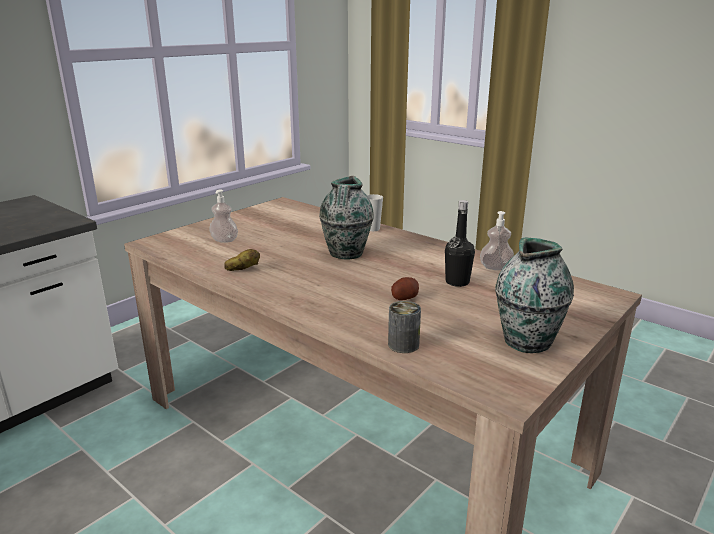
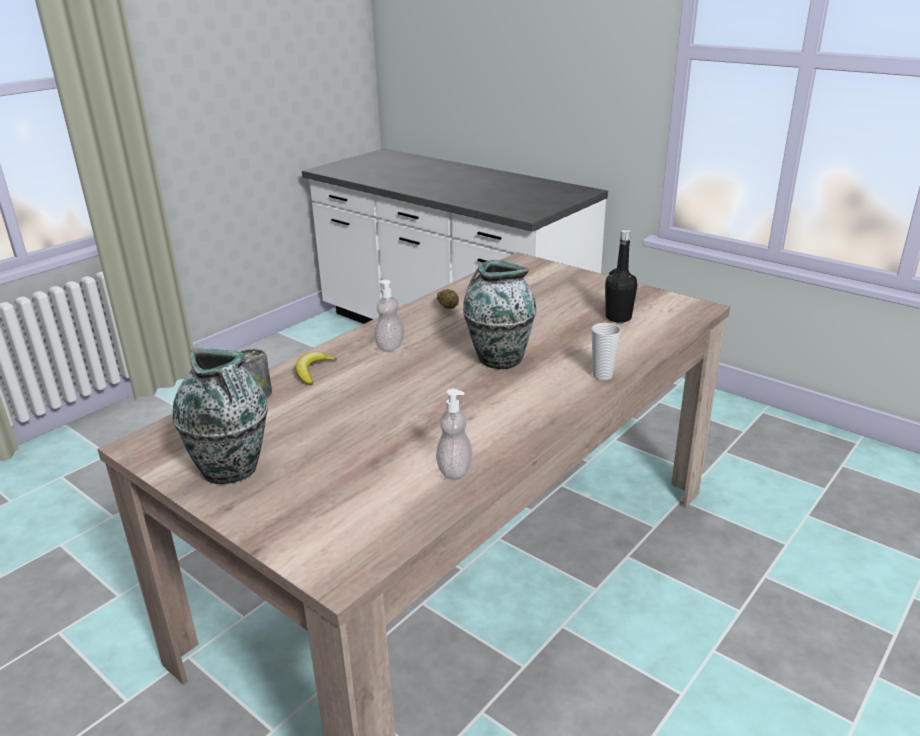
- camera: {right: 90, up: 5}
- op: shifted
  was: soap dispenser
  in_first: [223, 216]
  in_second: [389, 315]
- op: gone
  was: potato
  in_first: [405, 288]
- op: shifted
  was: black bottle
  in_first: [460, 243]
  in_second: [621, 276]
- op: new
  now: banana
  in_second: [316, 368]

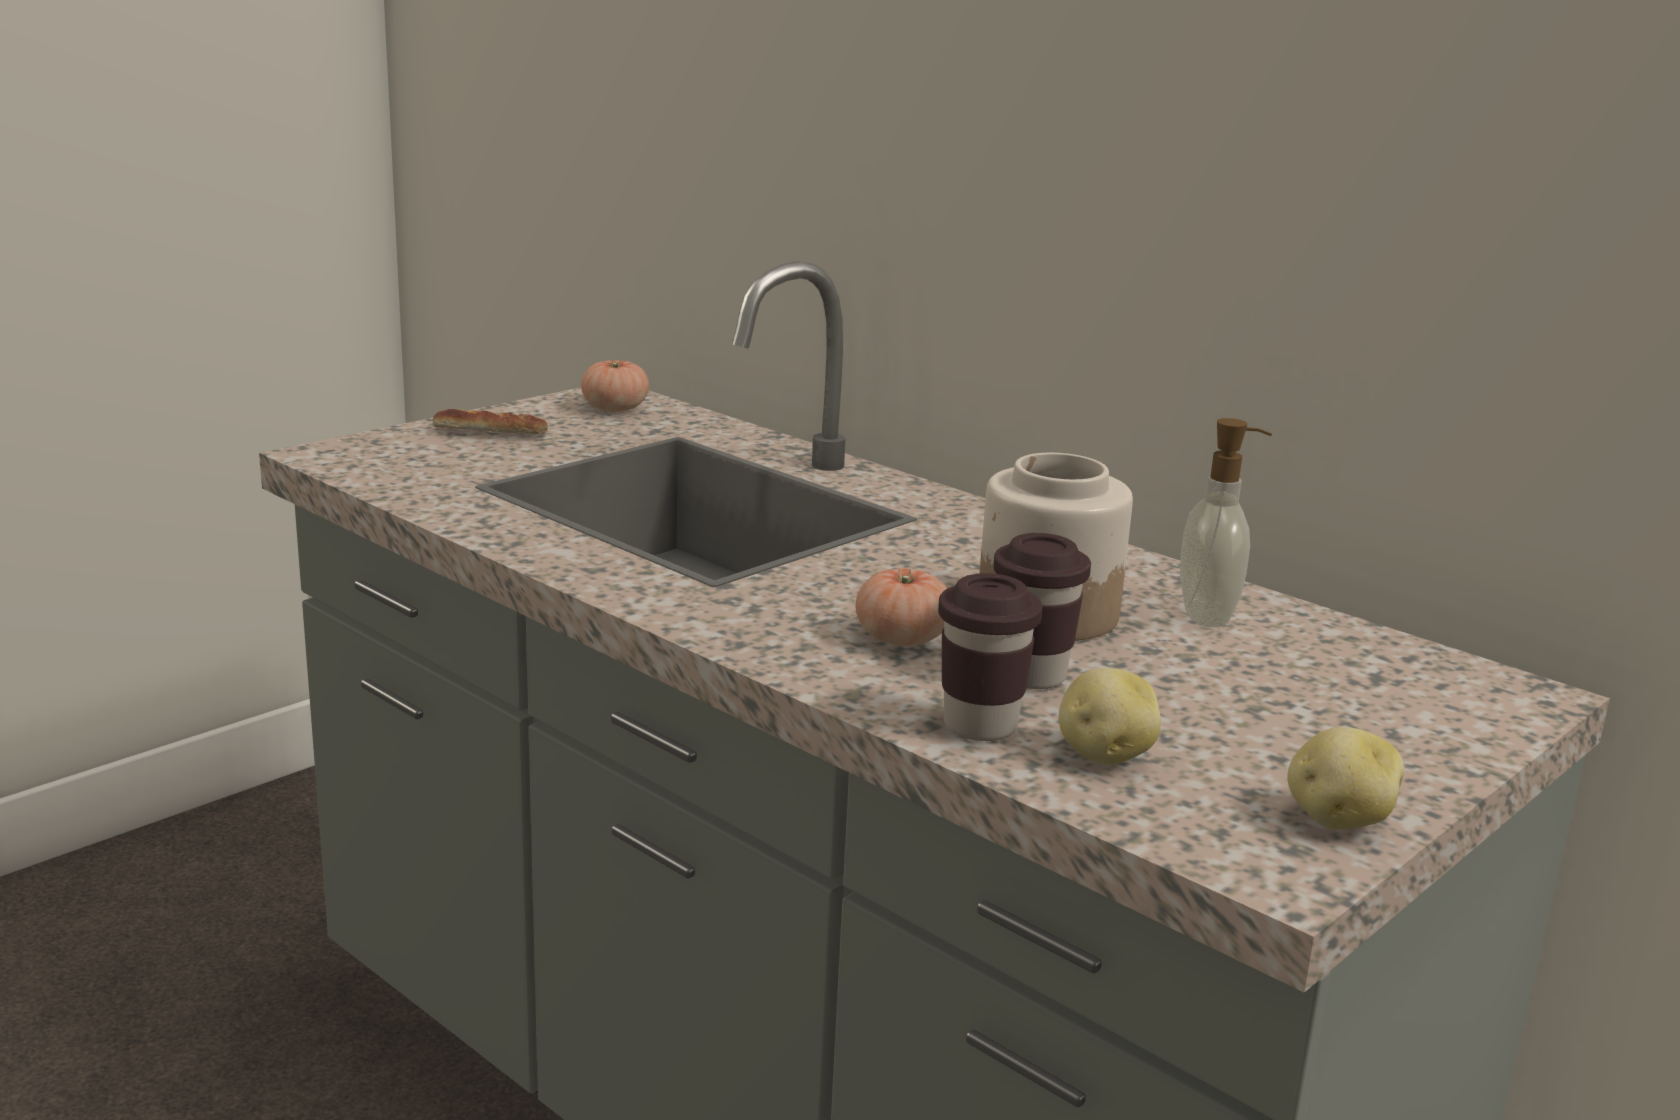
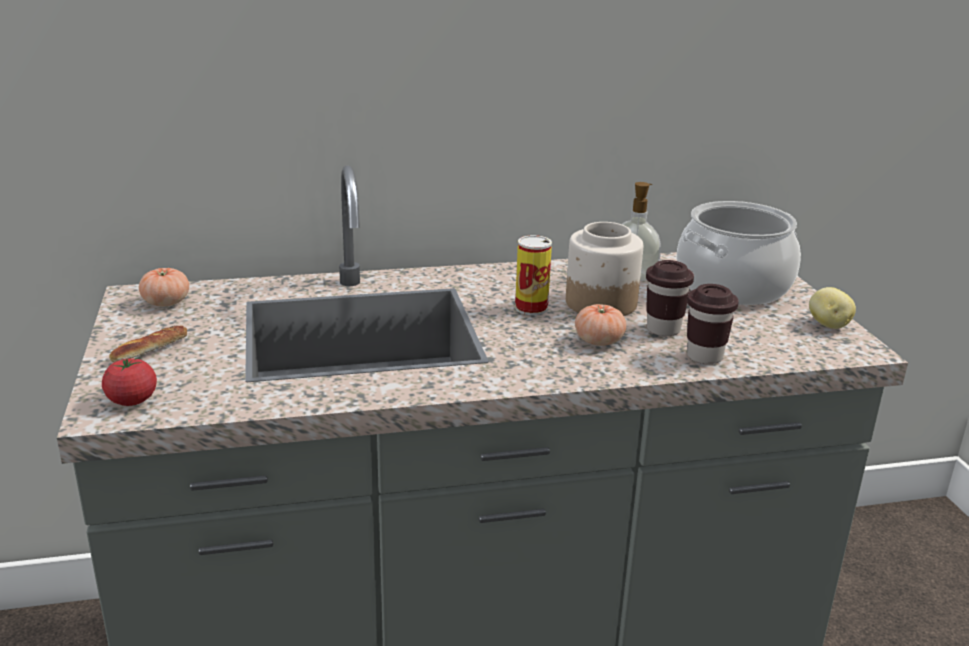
- camera: {right: -55, up: 5}
- op: gone
  was: potato
  in_first: [1110, 716]
- op: new
  now: tomato
  in_second: [129, 381]
- op: new
  now: can
  in_second: [533, 275]
- op: new
  now: cooking pot
  in_second: [738, 253]

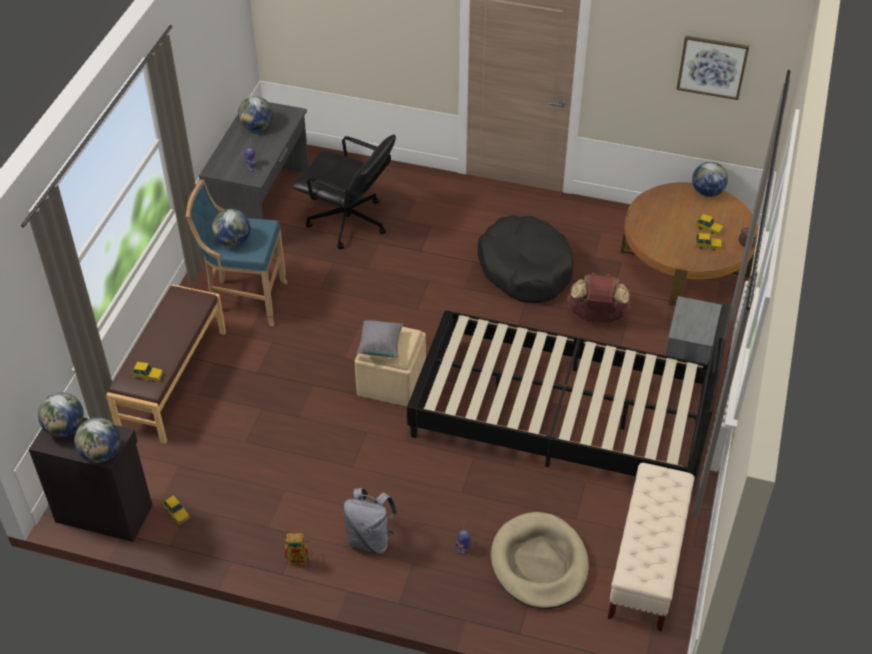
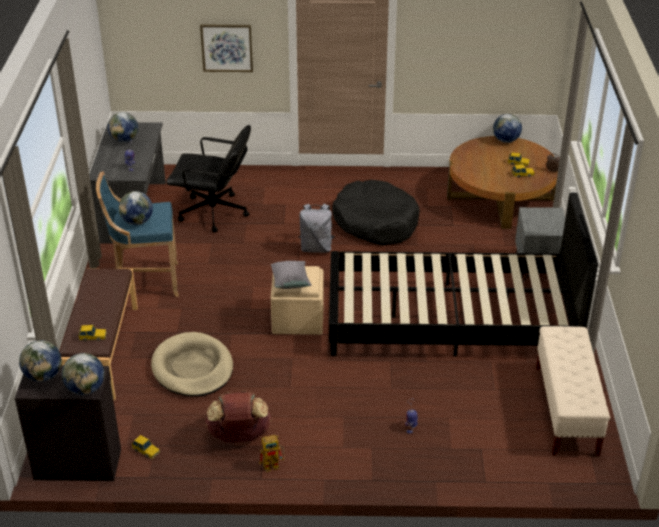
- camera: {right: -15, up: -10}
- op: shifted
  was: grey backpack
  in_first: [370, 520]
  in_second: [316, 228]
- op: shifted
  was: beige dog bed
  in_first: [540, 560]
  in_second: [192, 364]
- op: shifted
  was: brown backpack
  in_first: [599, 298]
  in_second: [238, 416]
- op: shifted
  was: picture
  in_first: [712, 68]
  in_second: [226, 48]

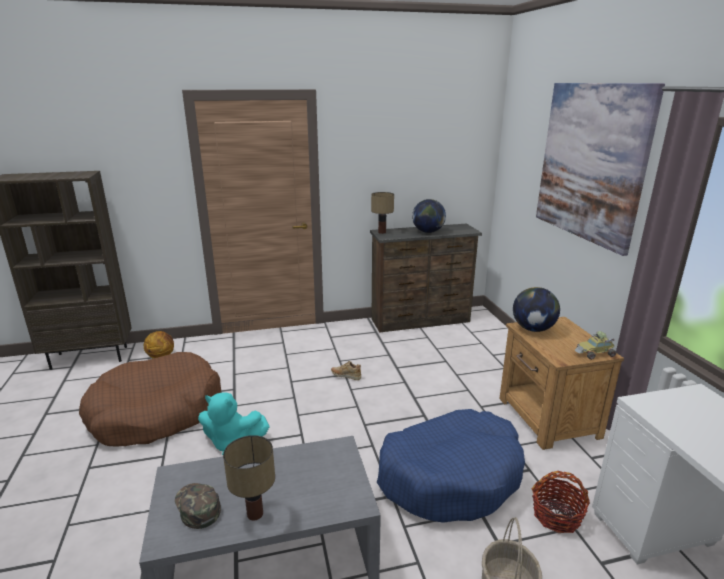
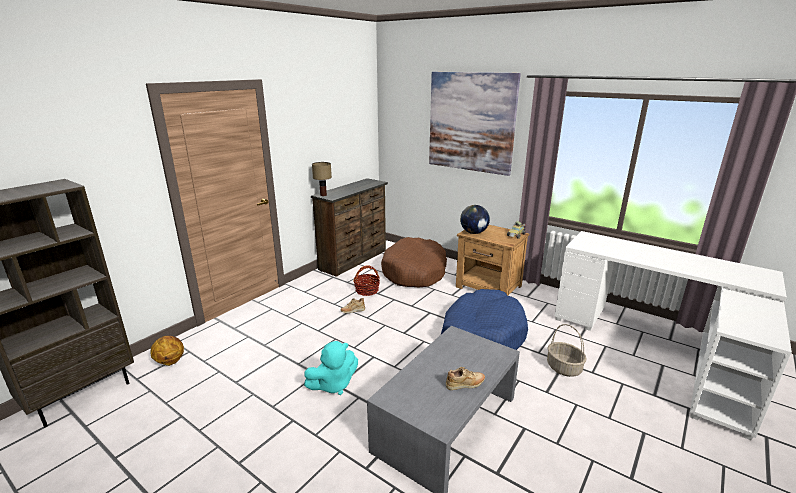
- camera: {right: -40, up: 0}
- op: shifted
  was: brown dog bed
  in_first: [150, 399]
  in_second: [414, 262]
- op: gone
  was: green cap
  in_first: [198, 506]
- op: swapped
  was: table lamp
  now: beige shoe
  in_first: [249, 477]
  in_second: [465, 378]
- op: gone
  was: globe
  in_first: [429, 216]
- op: shifted
  was: basket
  in_first: [561, 502]
  in_second: [367, 280]

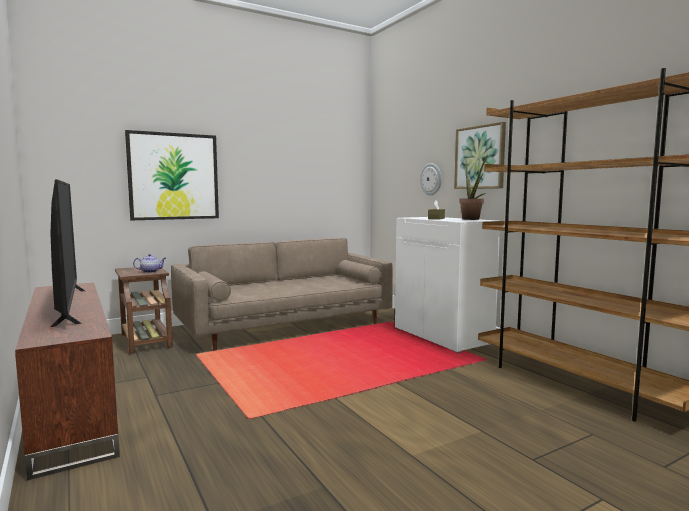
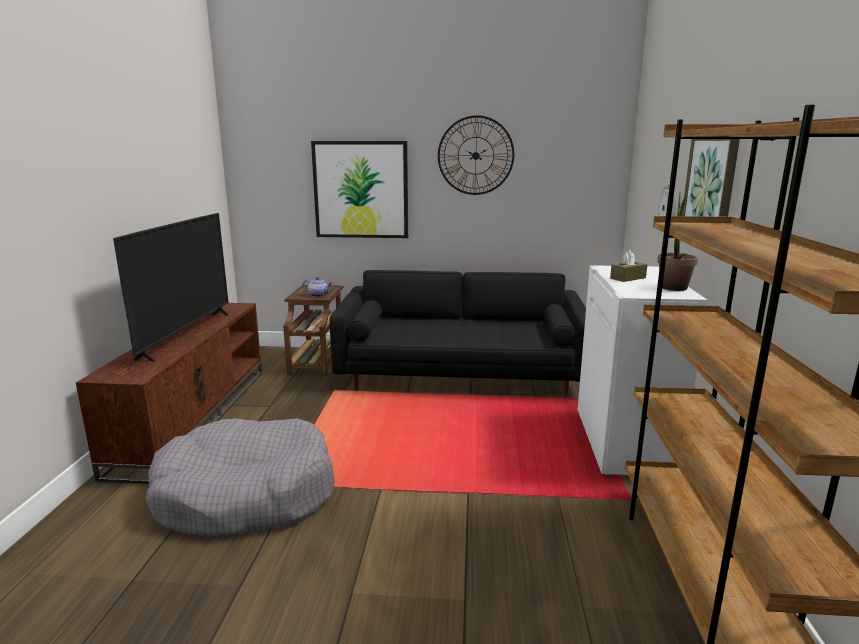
- camera: {right: 35, up: 10}
- op: repainted
  was: beige sofa
  now: black sofa
  in_first: [282, 294]
  in_second: [458, 333]
- op: new
  now: grey dog bed
  in_second: [240, 478]
- op: new
  now: wall clock
  in_second: [476, 155]

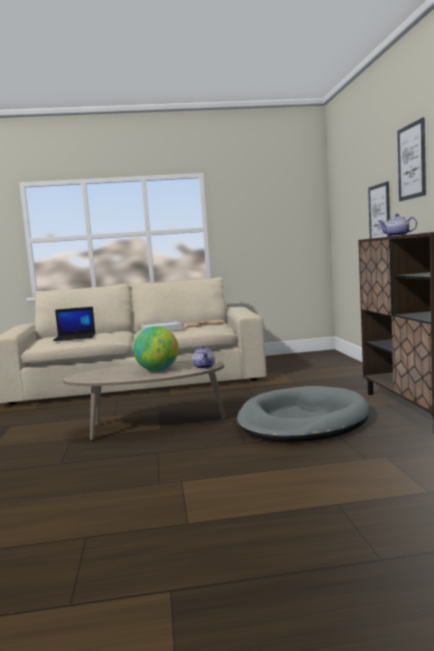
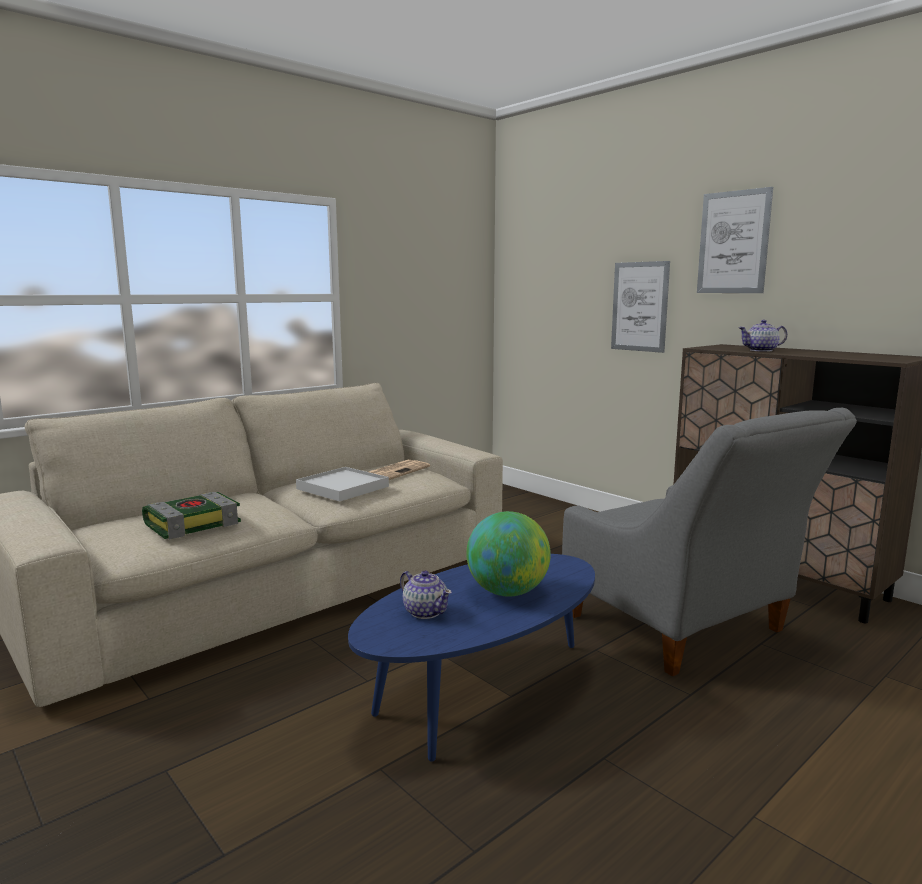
- camera: {right: -35, up: 5}
- op: swapped
  was: laptop
  now: book
  in_first: [74, 324]
  in_second: [191, 516]
- op: repainted
  was: beige coffee table
  now: blue coffee table
  in_first: [144, 400]
  in_second: [471, 658]
- op: shifted
  was: teapot
  in_first: [203, 357]
  in_second: [426, 594]
- op: swapped
  was: grey dog bed
  now: grey armchair
  in_first: [303, 414]
  in_second: [709, 542]

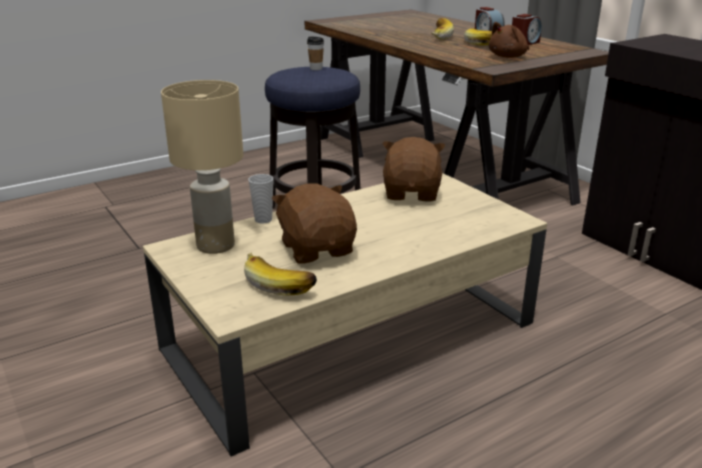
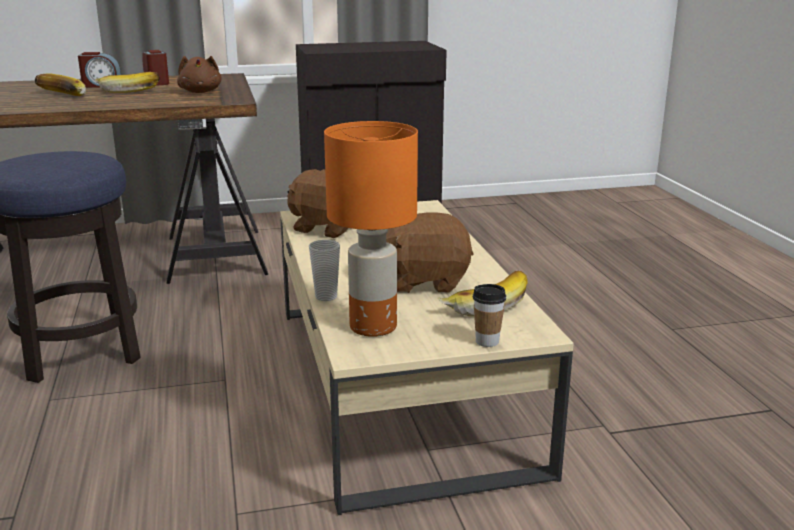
- camera: {right: -70, up: -5}
- op: repainted
  was: beige table lamp
  now: orange table lamp
  in_first: [202, 167]
  in_second: [371, 229]
- op: shifted
  was: cup
  in_first: [315, 53]
  in_second: [489, 315]

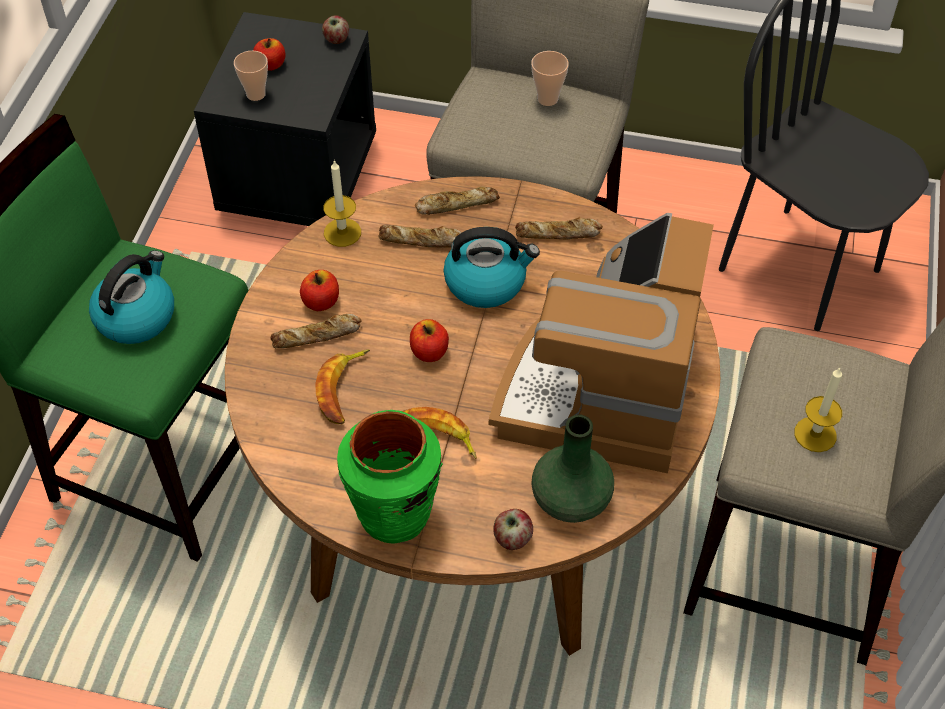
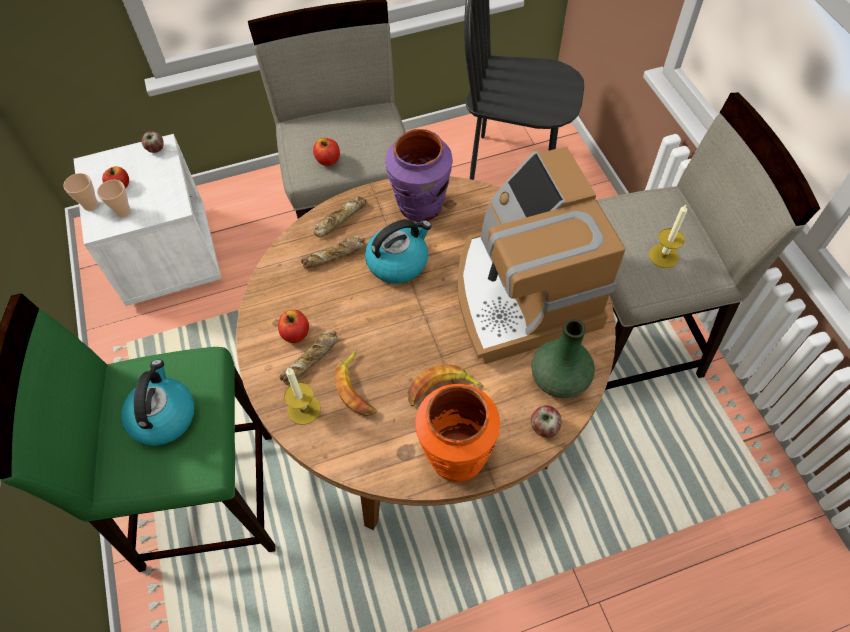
- camera: {right: -30, up: 5}
- op: repainted
  was: black nightstand
  now: white nightstand
  in_first: [285, 119]
  in_second: [148, 220]
- op: shifted
  was: candle
  in_first: [342, 203]
  in_second: [302, 396]
- op: repainted
  was: green vase
  now: orange vase
  in_first: [390, 476]
  in_second: [457, 433]
- op: shifted
  was: apple
  in_first: [429, 340]
  in_second: [326, 152]
- op: swapped
  was: bread
  now: purple vase
  in_first: [559, 228]
  in_second: [419, 175]
- op: shifted
  was: cup
  in_first: [550, 78]
  in_second: [80, 192]

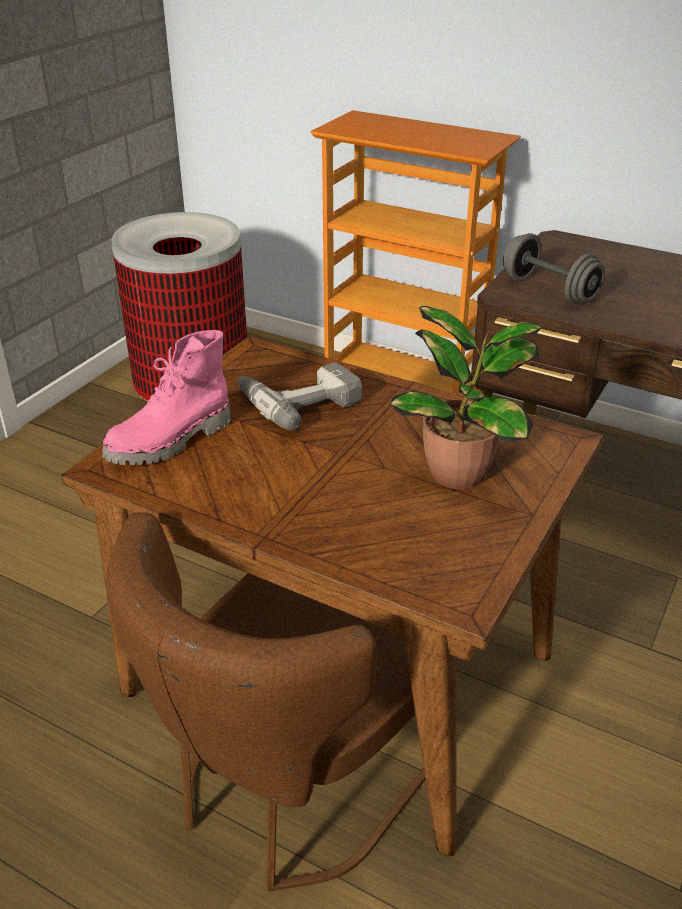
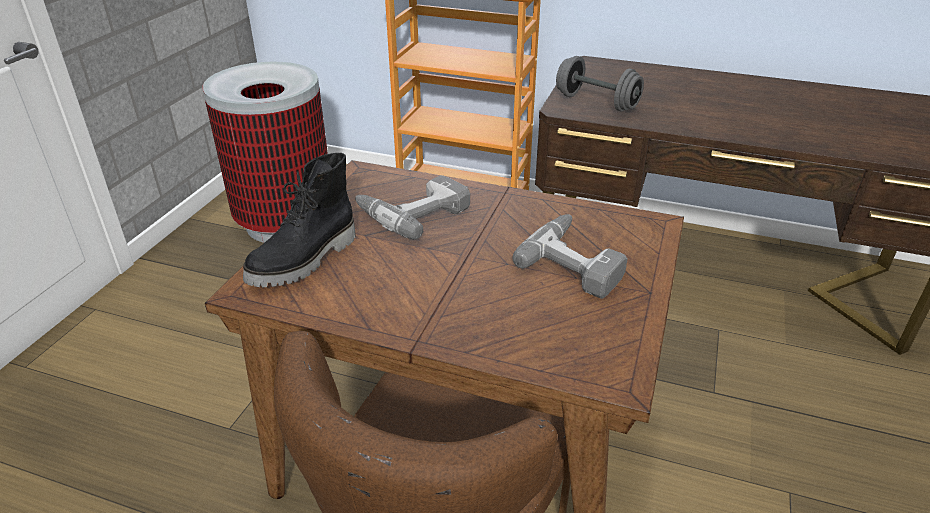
- camera: {right: -10, up: 0}
- op: repainted
  was: pink boot
  now: black boot
  in_first: [166, 397]
  in_second: [299, 220]
- op: swapped
  was: potted plant
  now: power drill
  in_first: [466, 397]
  in_second: [569, 256]

